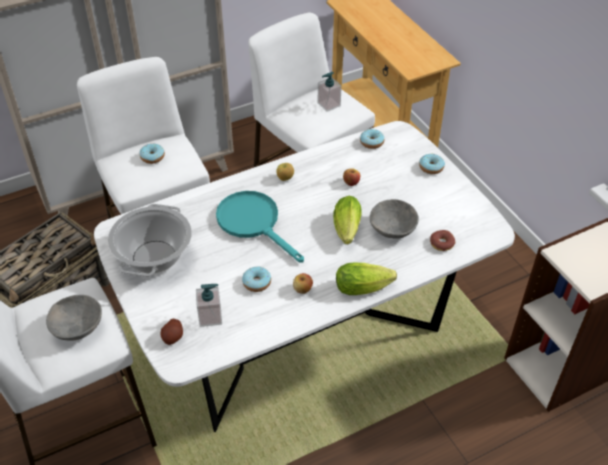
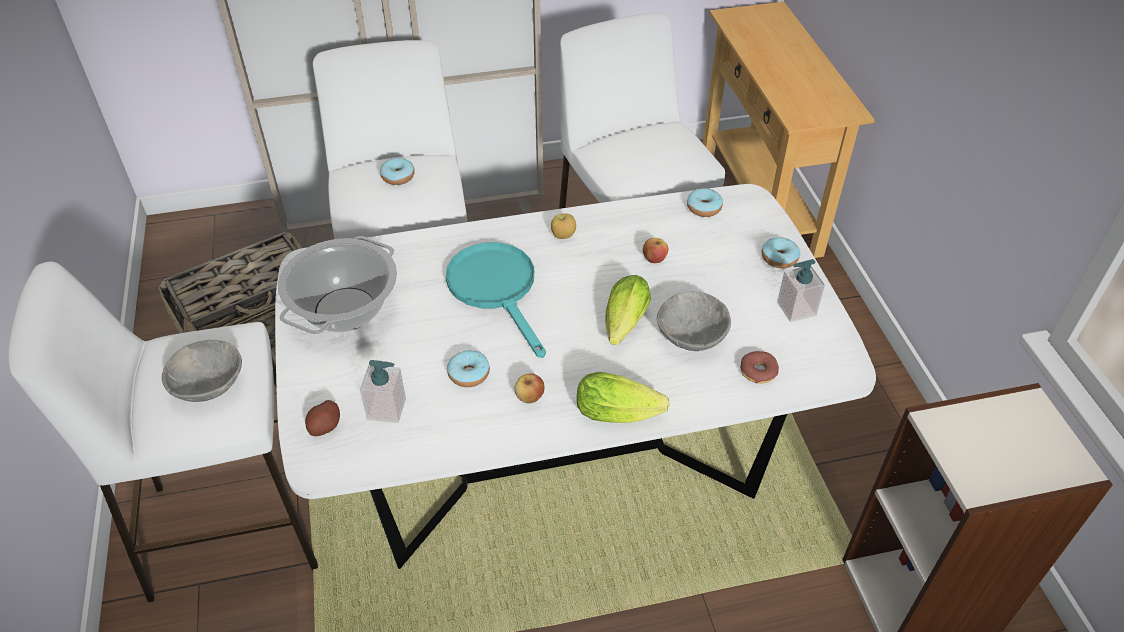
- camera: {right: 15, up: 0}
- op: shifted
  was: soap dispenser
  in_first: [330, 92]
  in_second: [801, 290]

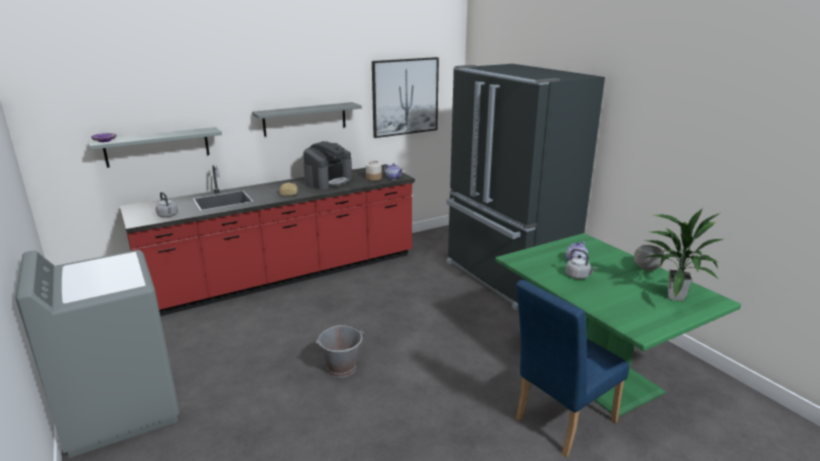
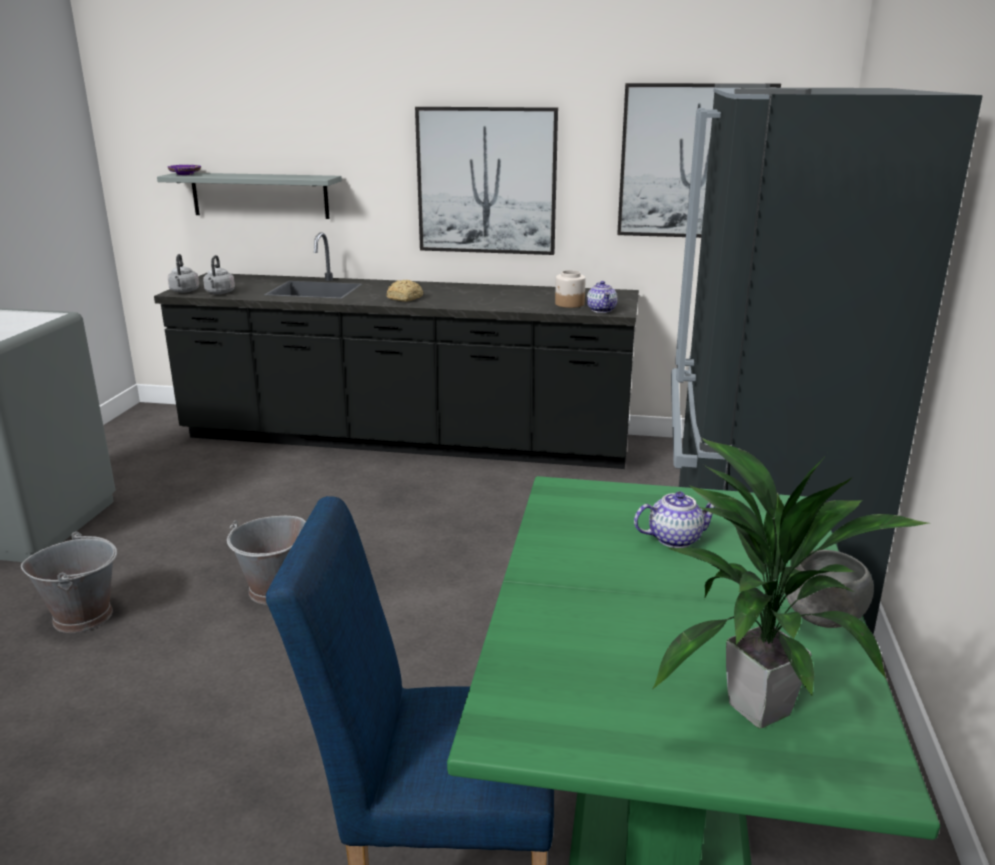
- camera: {right: 40, up: 0}
- op: repainted
  was: red counter
  now: black counter
  in_first: [267, 240]
  in_second: [396, 350]
- op: swapped
  was: grey shelf
  now: picture
  in_first: [307, 119]
  in_second: [486, 181]
- op: gone
  was: coffee machine
  in_first: [327, 165]
- op: shifted
  was: grey kettle
  in_first: [581, 264]
  in_second: [183, 273]
- op: new
  now: grey bucket
  in_second: [69, 582]

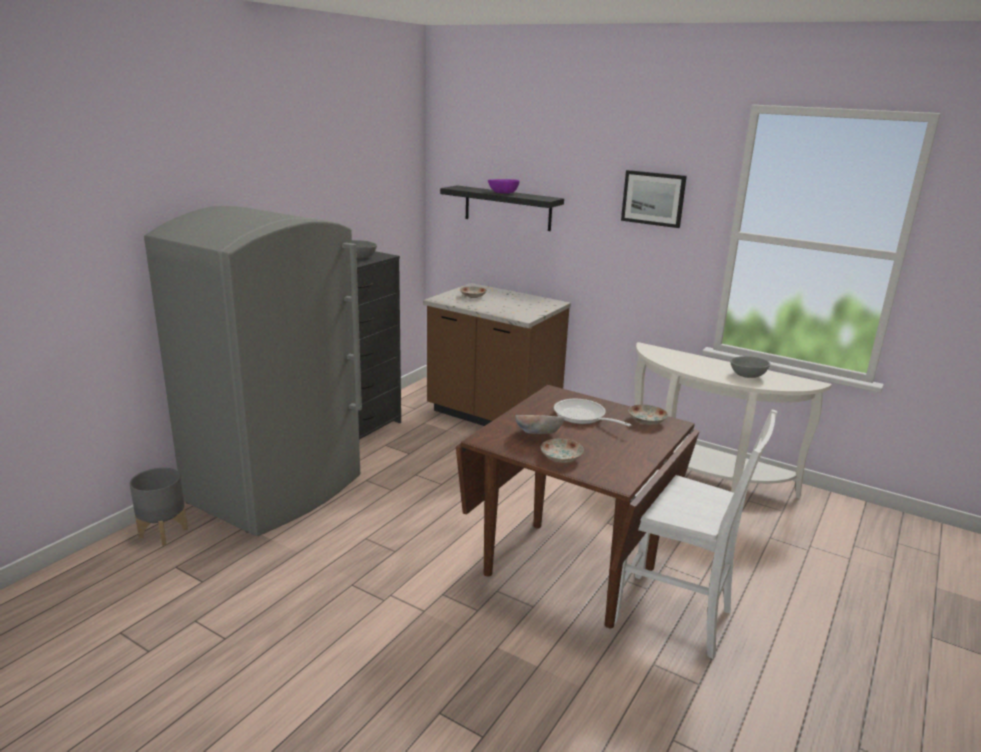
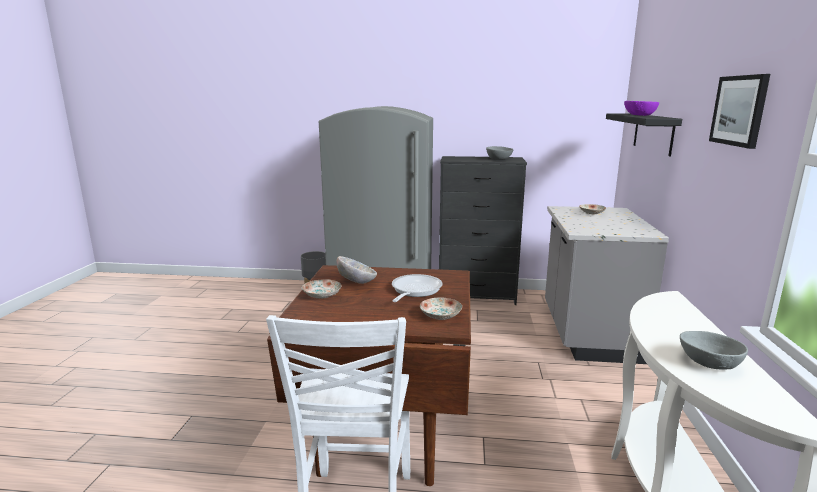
- camera: {right: 65, up: -5}
- op: repainted
  was: brown counter
  now: grey counter
  in_first: [497, 354]
  in_second: [607, 285]

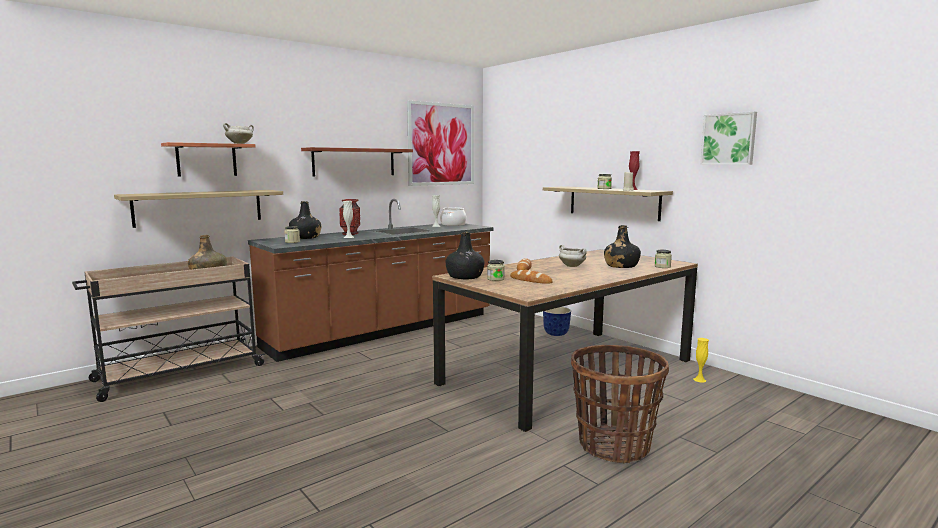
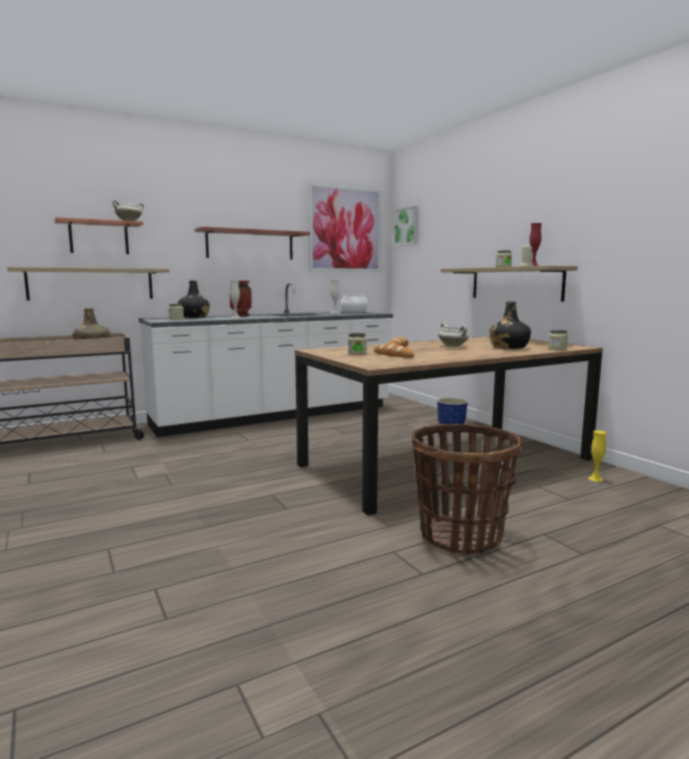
- camera: {right: 10, up: 0}
- op: repainted
  was: brown counter
  now: white counter
  in_first: [370, 280]
  in_second: [266, 359]
- op: gone
  was: black bottle
  in_first: [465, 256]
- op: shifted
  was: picture
  in_first: [728, 138]
  in_second: [406, 226]

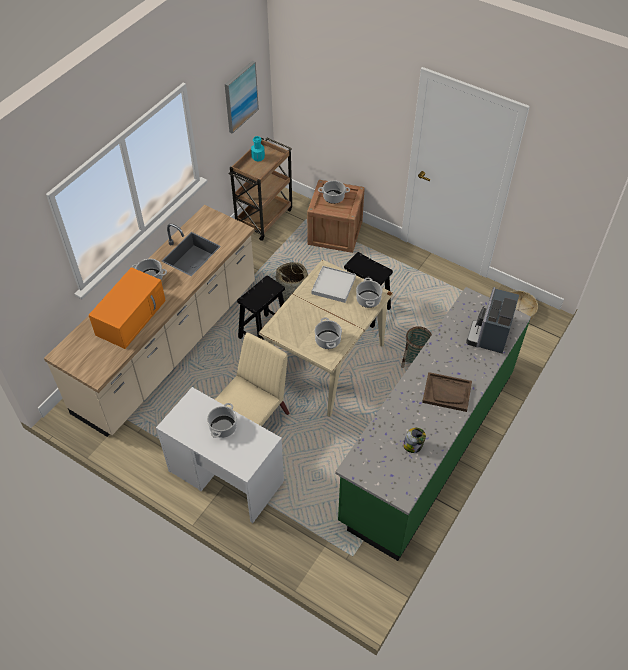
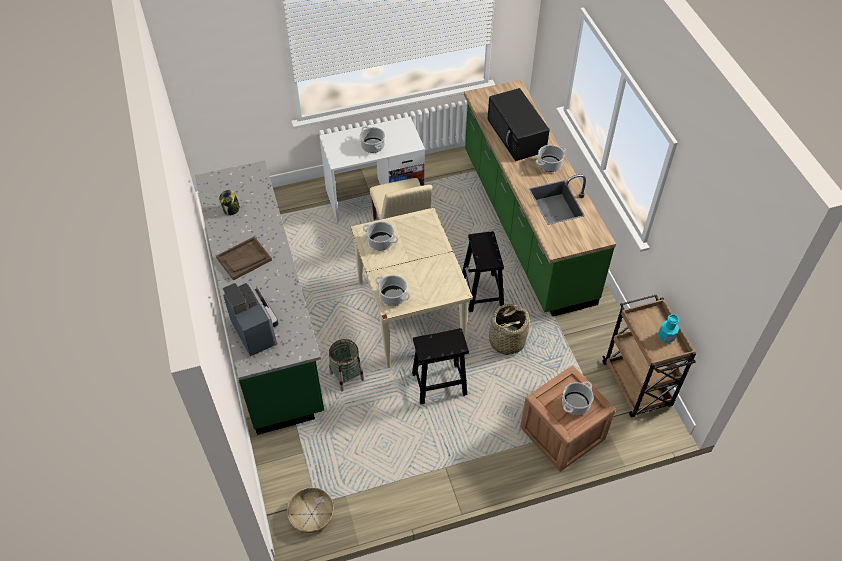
- camera: {right: 130, up: 0}
- op: repainted
  was: beige counter
  now: green counter
  in_first: [149, 321]
  in_second: [540, 198]
- op: repainted
  was: orange microwave
  now: black microwave
  in_first: [127, 308]
  in_second: [519, 124]
- op: gone
  was: picture
  in_first: [242, 97]
- op: gone
  was: white tray
  in_first: [333, 284]

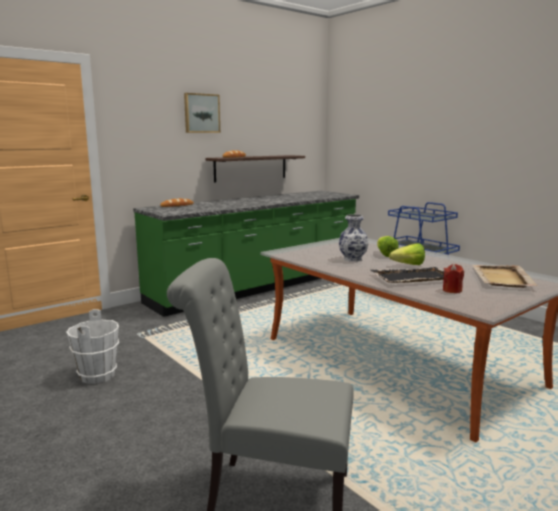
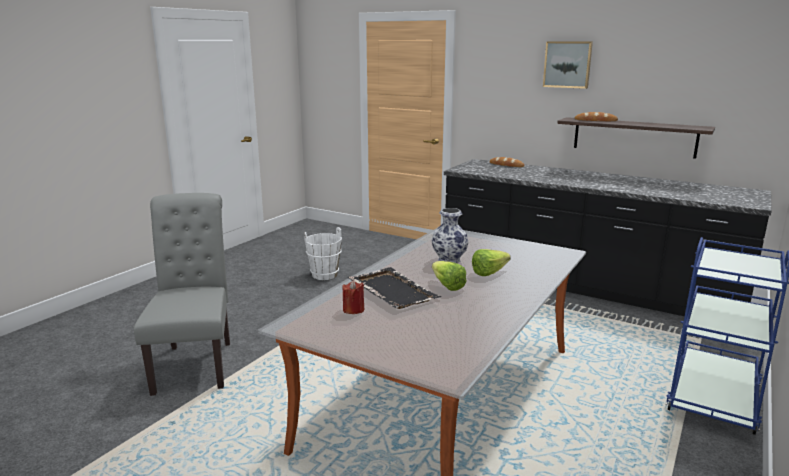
- camera: {right: 70, up: 5}
- op: repainted
  was: green counter
  now: black counter
  in_first: [246, 254]
  in_second: [608, 237]
- op: gone
  was: beige tray
  in_first: [505, 276]

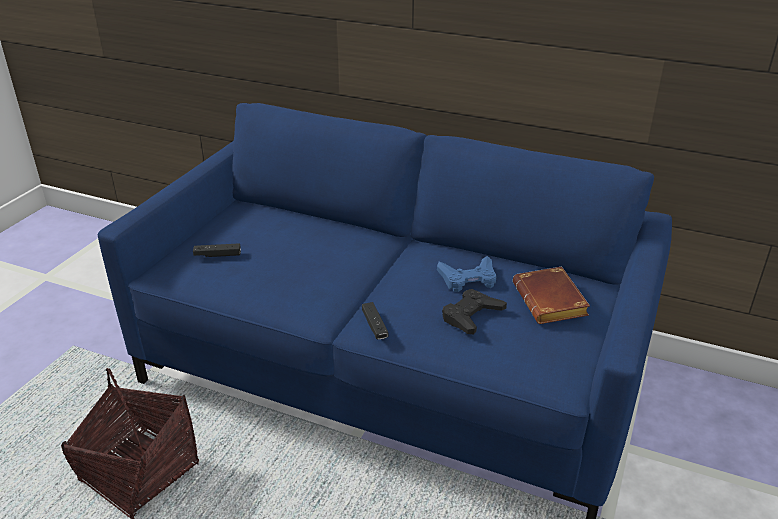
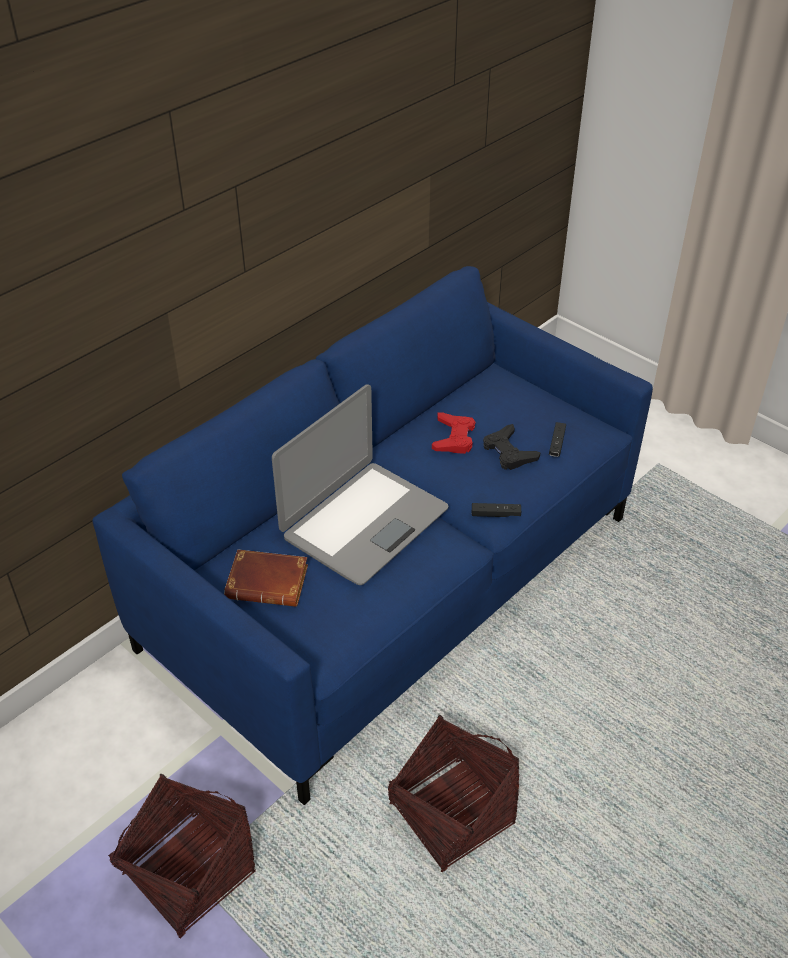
- camera: {right: -70, up: 10}
- op: shifted
  was: black game controller
  in_first: [217, 250]
  in_second: [557, 439]
- op: repainted
  was: blue game controller
  now: red game controller
  in_first: [467, 274]
  in_second: [453, 433]
- op: shifted
  was: brown book
  in_first: [551, 295]
  in_second: [266, 578]
- op: new
  now: basket
  in_second: [182, 856]
- op: new
  now: laptop
  in_second: [360, 484]

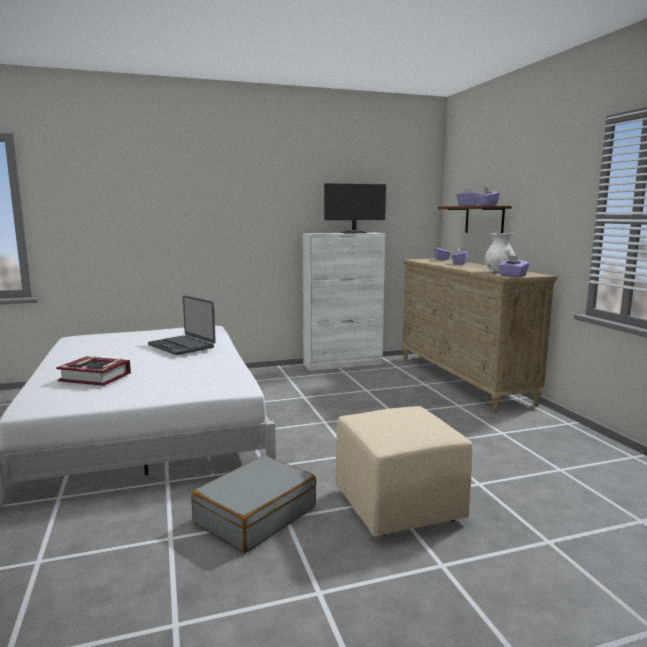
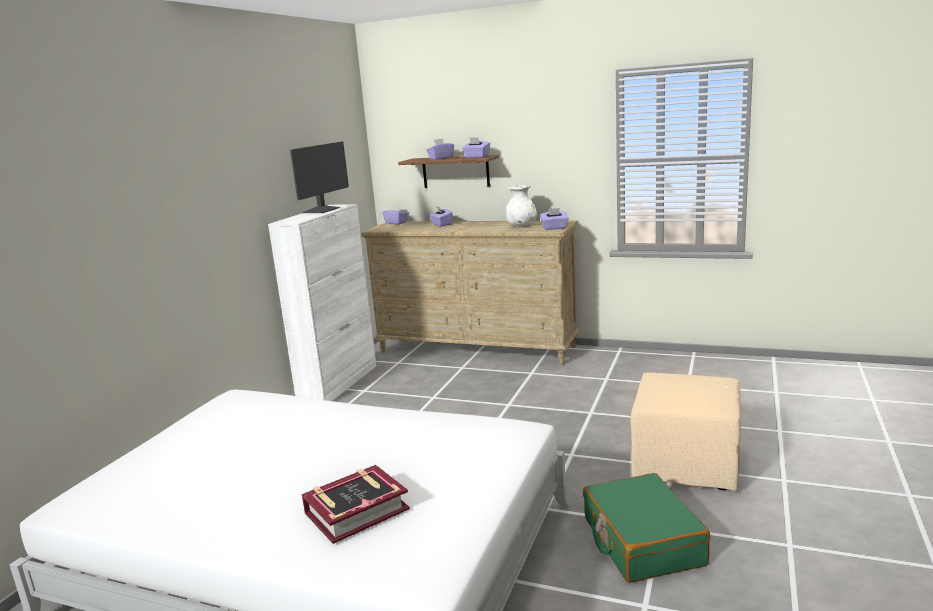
- camera: {right: -50, up: 5}
- op: gone
  was: laptop
  in_first: [182, 325]
- op: repainted
  was: grey suitcase
  now: green suitcase
  in_first: [253, 504]
  in_second: [646, 528]

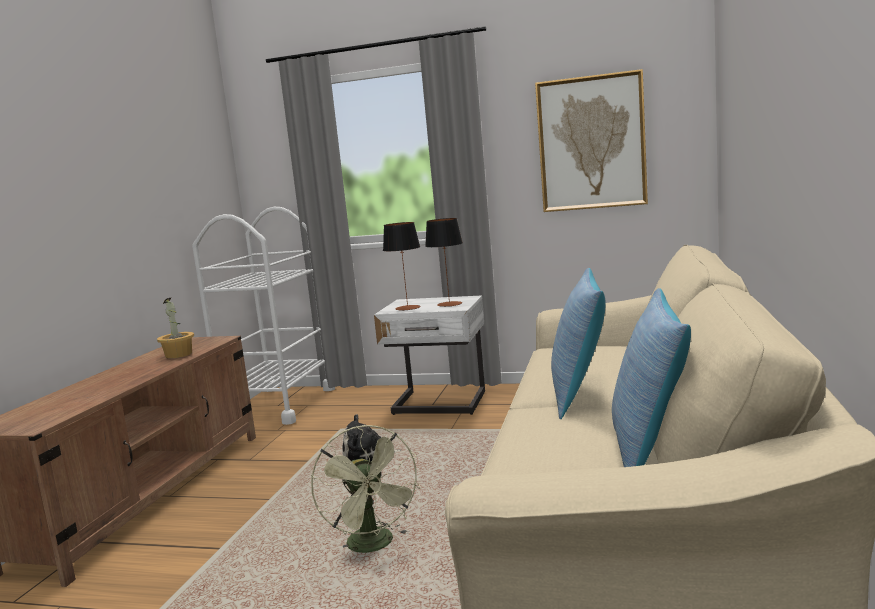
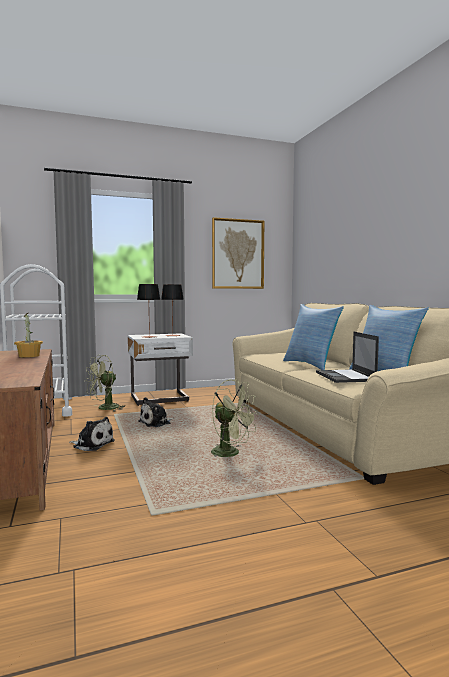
- camera: {right: -35, up: -5}
- op: new
  now: plush toy
  in_second: [92, 434]
- op: new
  now: green fan
  in_second: [105, 383]
- op: new
  now: laptop
  in_second: [347, 357]

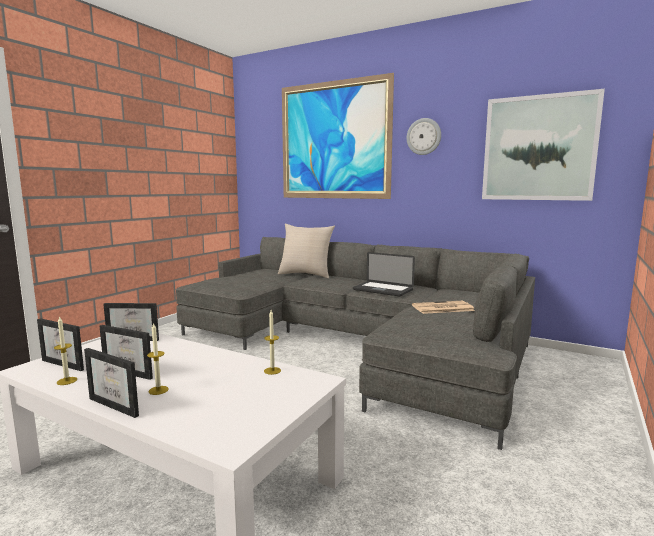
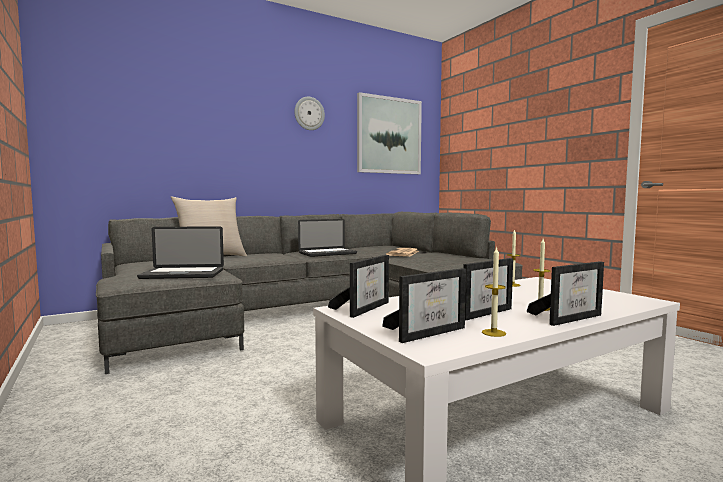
- camera: {right: -60, up: -5}
- op: gone
  was: picture
  in_first: [338, 136]
- op: new
  now: laptop
  in_second: [180, 252]

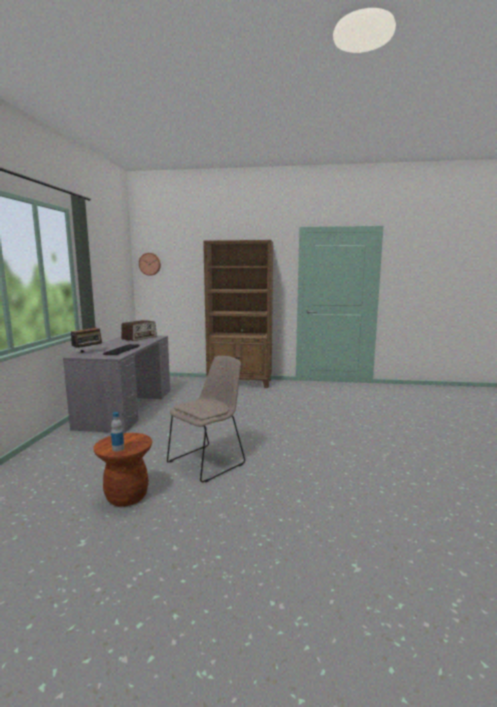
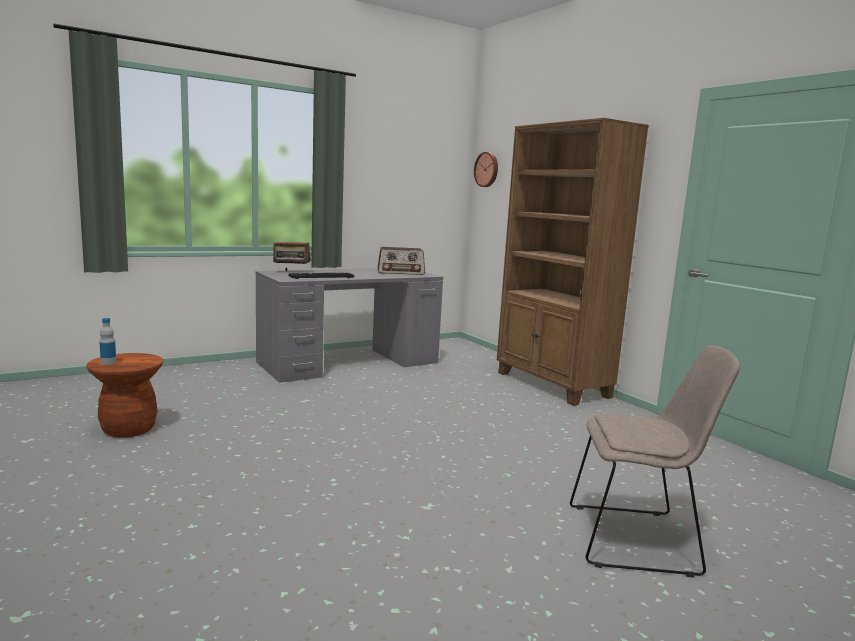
- camera: {right: 50, up: 0}
- op: shifted
  was: beige chair
  in_first: [206, 419]
  in_second: [655, 462]

